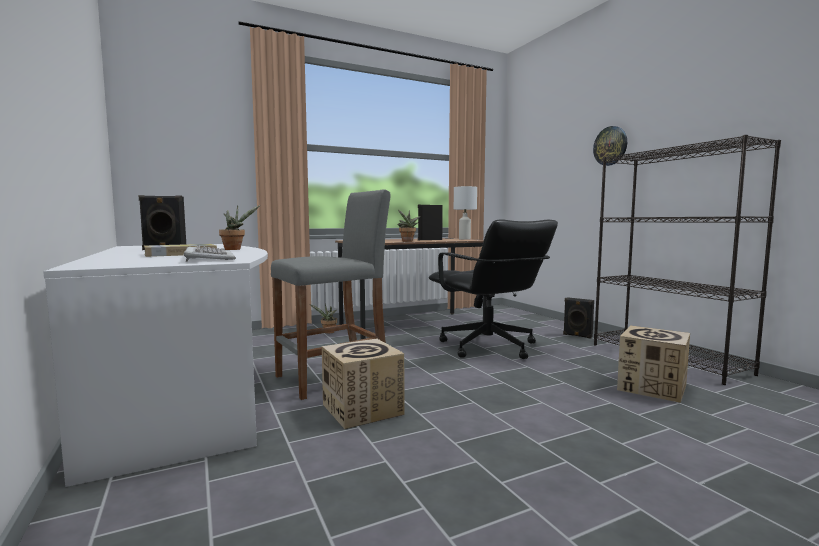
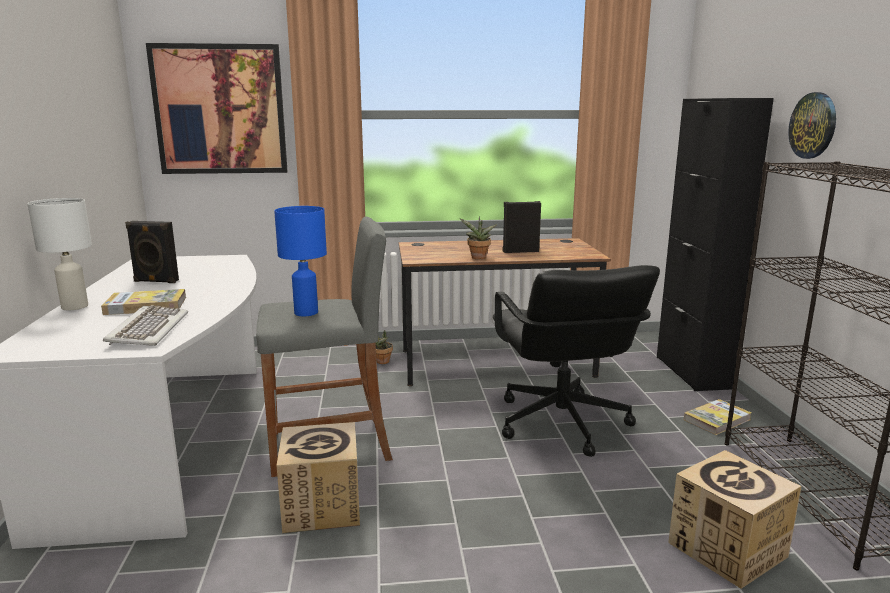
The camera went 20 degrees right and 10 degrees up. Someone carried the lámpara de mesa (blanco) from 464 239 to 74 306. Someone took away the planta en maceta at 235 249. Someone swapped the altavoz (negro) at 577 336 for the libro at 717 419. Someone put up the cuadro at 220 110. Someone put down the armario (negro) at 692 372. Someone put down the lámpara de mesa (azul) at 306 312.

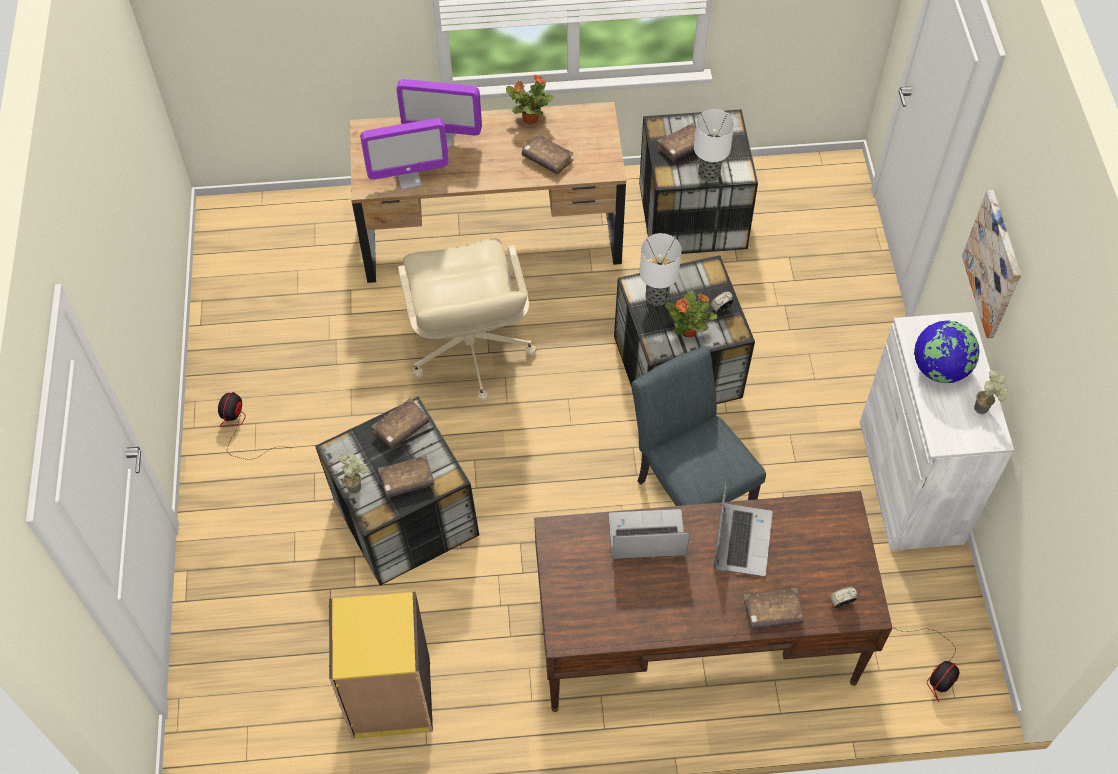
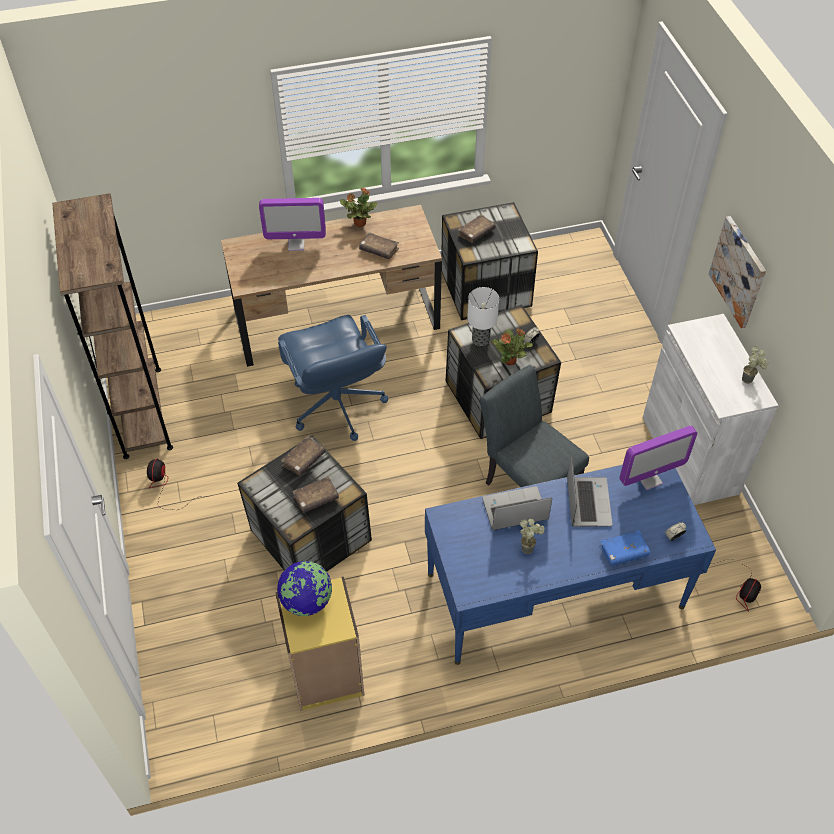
The camera went 10 degrees left and 5 degrees down. Someone took away the lámpara de mesa at 709 173. Someone carried the monitor from 409 179 to 649 479. Someone repainted the silla de oficina (beis) at 470 351, which became the silla de oficina (azul) at 336 406. Someone carried the globo terráqueo from 940 369 to 307 601. Someone carried the planta en maceta from 358 486 to 529 547. Someone repainted the escritorio (marrón) at 696 636, which became the escritorio (azul) at 555 590. Someone repainted the libro (marrón) at 772 613, which became the libro (azul) at 623 552. Someone put down the estantería (marrón) at 142 412.

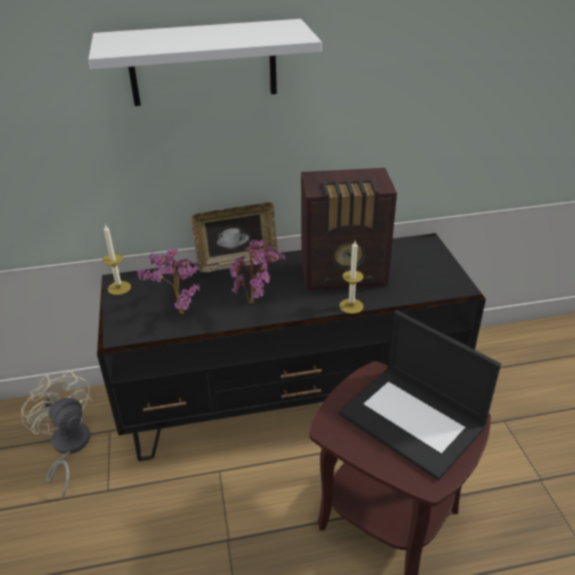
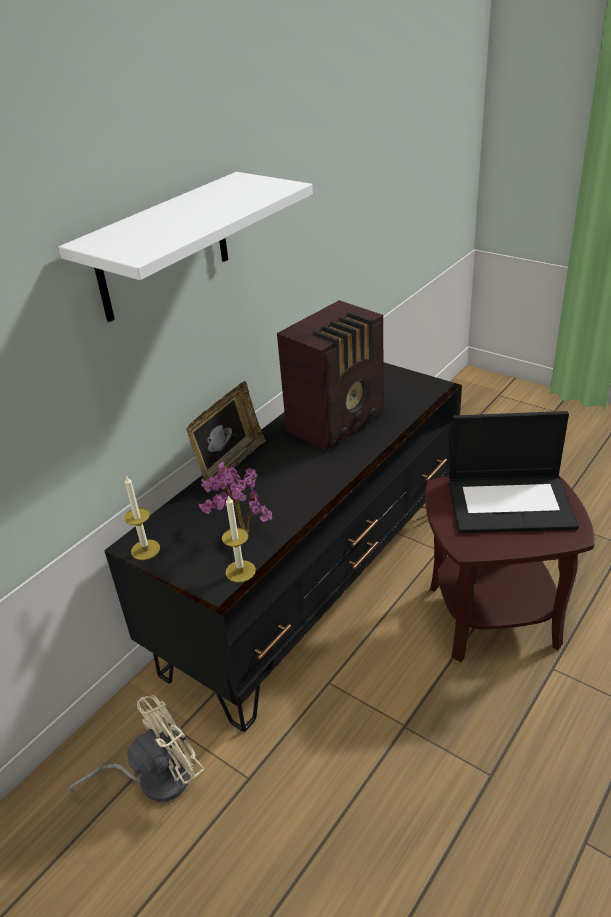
The camera went 40 degrees left and 0 degrees up. Someone took away the planta en maceta at 256 302. Someone carried the vela from 351 306 to 240 571. Someone rotated the ventilador (beis) at 68 448 by 135 degrees clockwise.

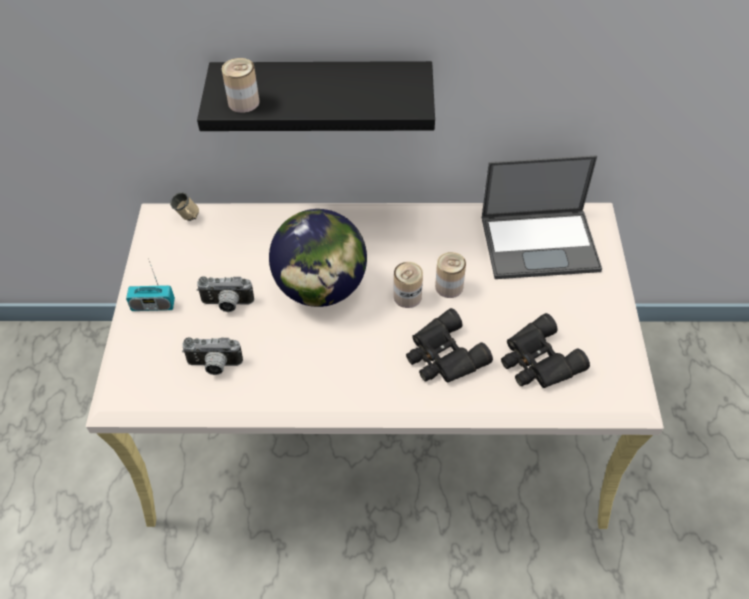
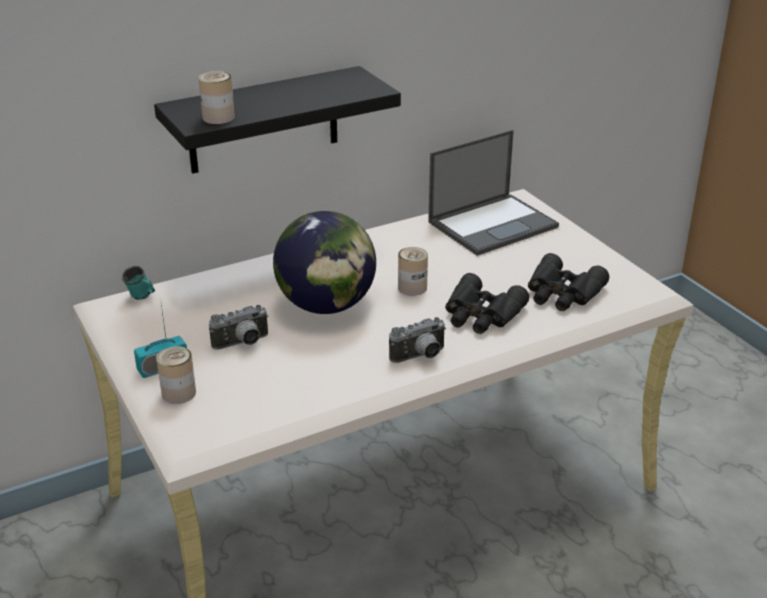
The camera went 30 degrees left and 20 degrees down. Someone repainted the taza grande (beis) at 189 218, which became the taza grande (turquesa) at 142 297. Someone carried the lata from 449 287 to 179 393. Someone carried the cámara from 214 366 to 420 357.

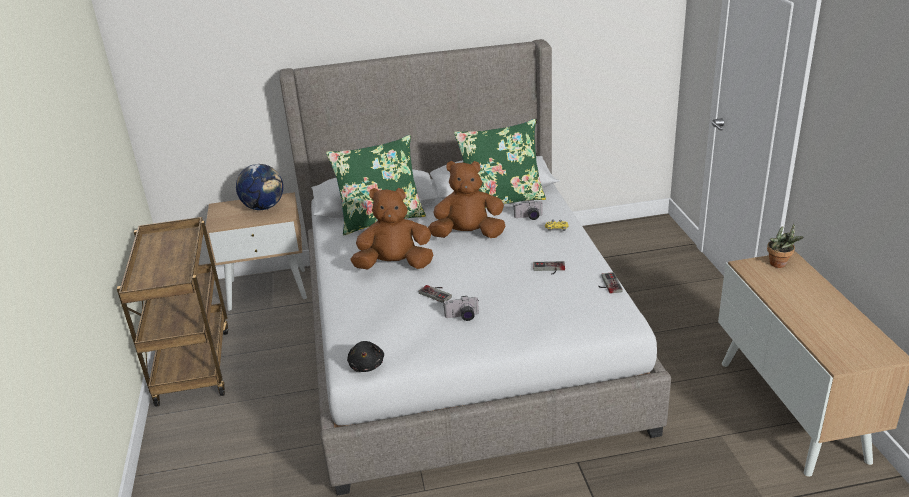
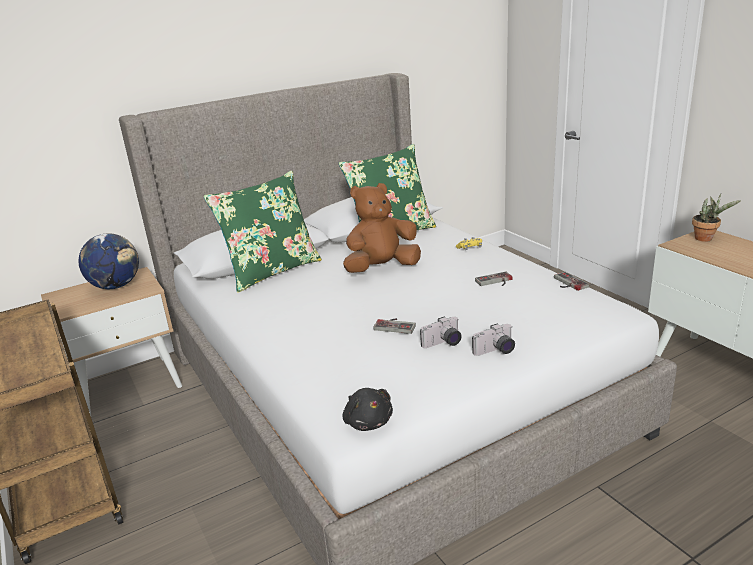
The camera went 20 degrees left and 5 degrees down. Someone took away the peluche (marrón) at 395 265. Someone carried the cámara from 529 217 to 496 351.

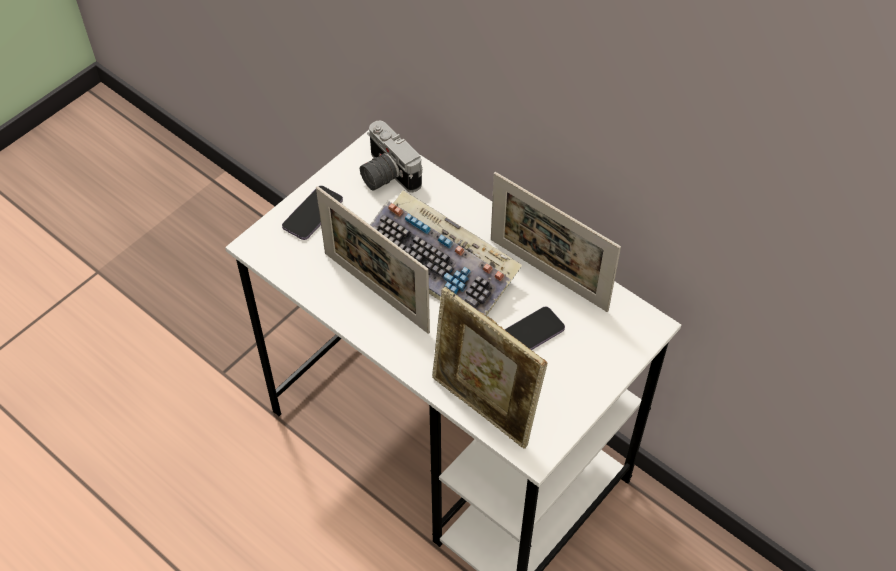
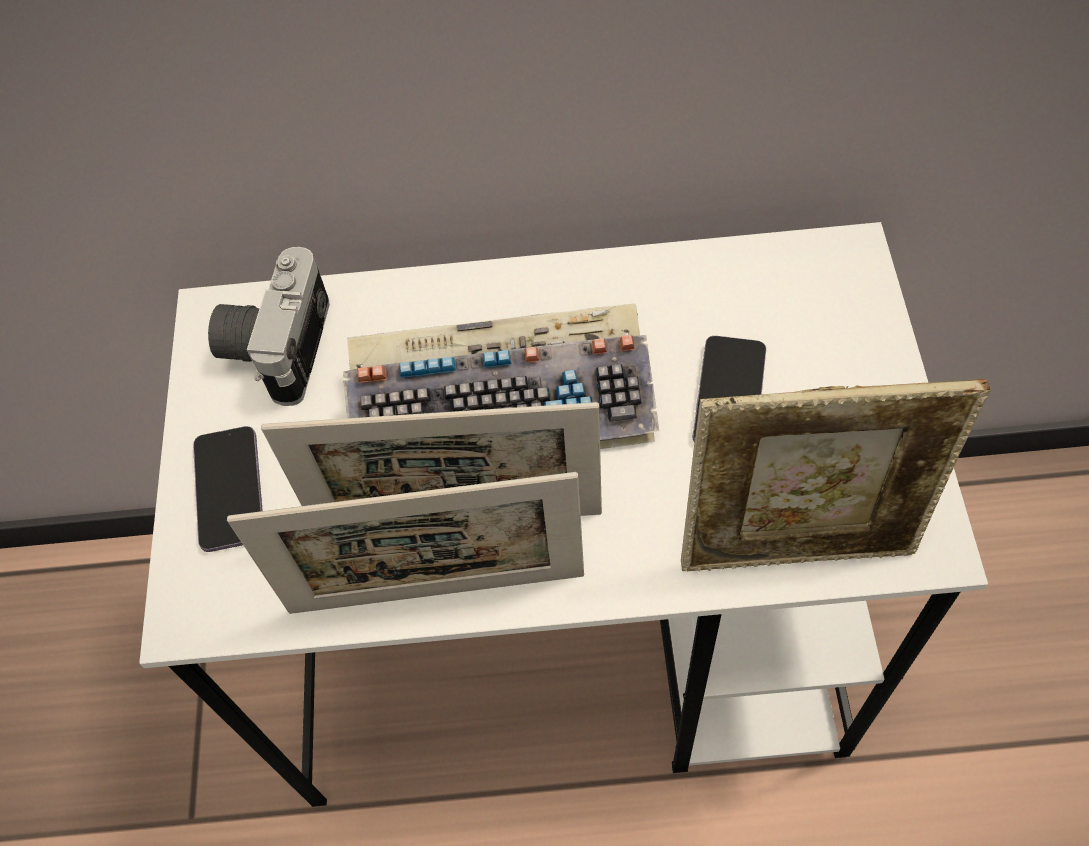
The camera went 40 degrees left and 5 degrees up. Someone rotated the cámara at 385 175 by 90 degrees clockwise. Someone carried the portarretratos from 548 274 to 436 592.

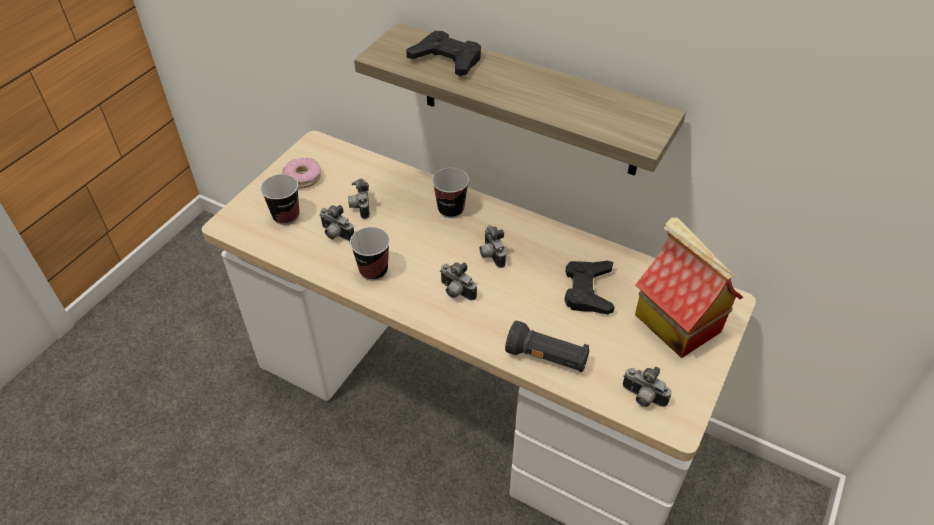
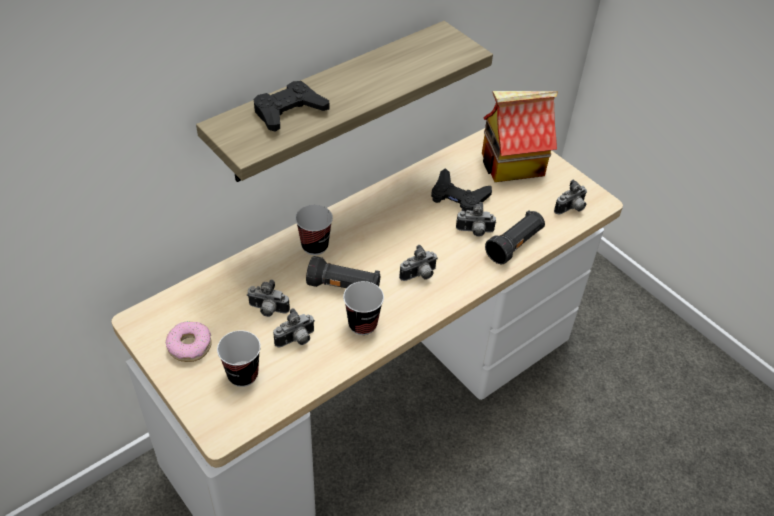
The camera went 70 degrees left and 0 degrees up. Someone carried the cámara from 490 255 to 474 232. Someone put down the linterna (negro) at 344 287.

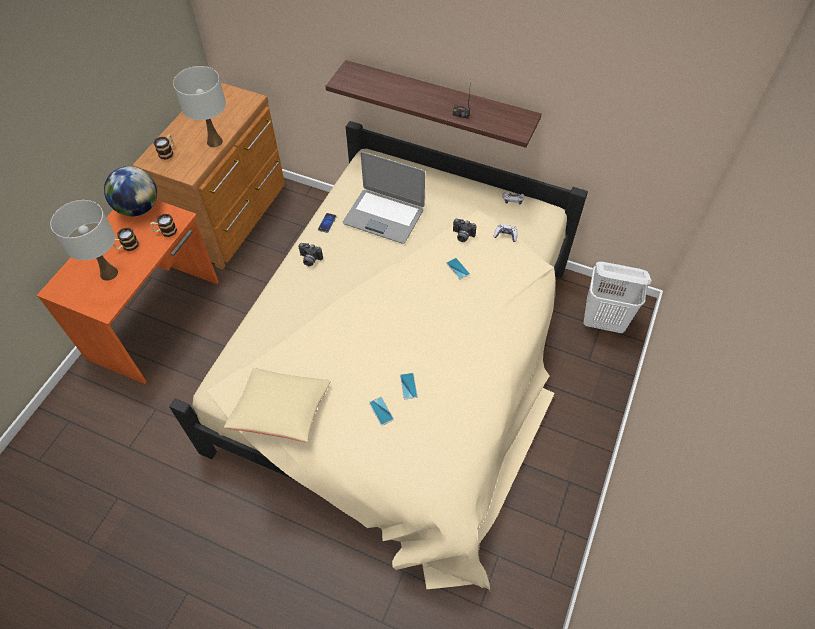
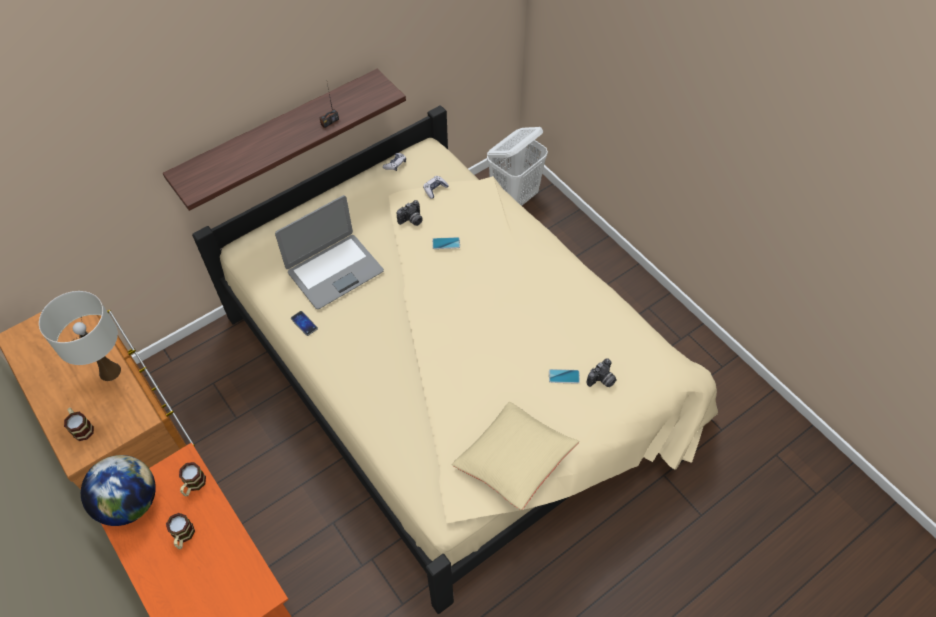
The camera went 60 degrees left and 0 degrees up. Someone took away the lámpara de mesa (blanco) at 109 273. Someone carried the cámara from 310 260 to 602 380. Someone took away the móvil at 408 386.

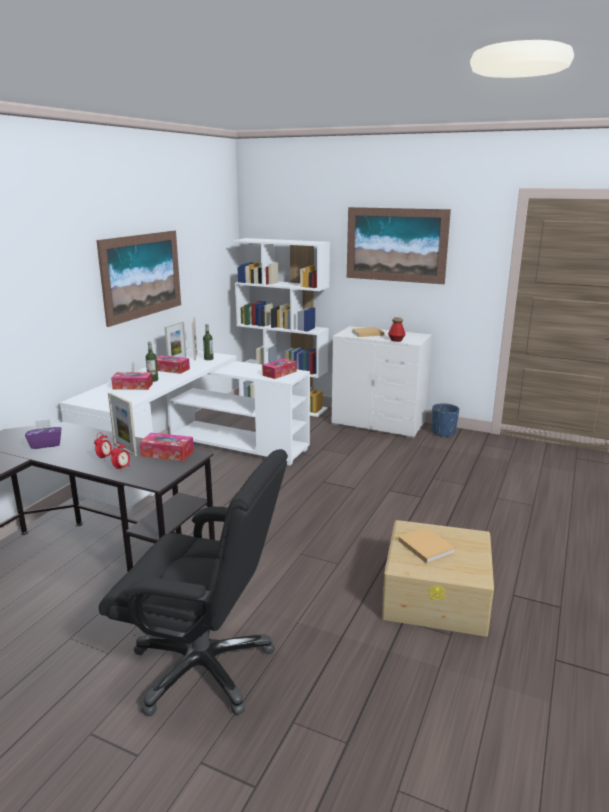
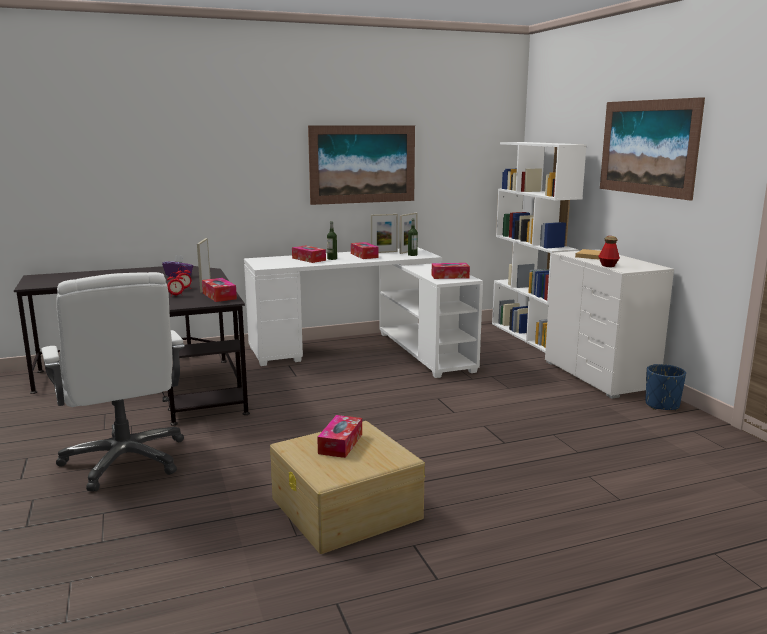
The camera went 45 degrees right and 5 degrees down. Someone repainted the silla de oficina (negro) at 204 667, which became the silla de oficina (blanco) at 126 460. Someone swapped the libro (beis) at 425 546 for the caja de pañuelos at 340 444.

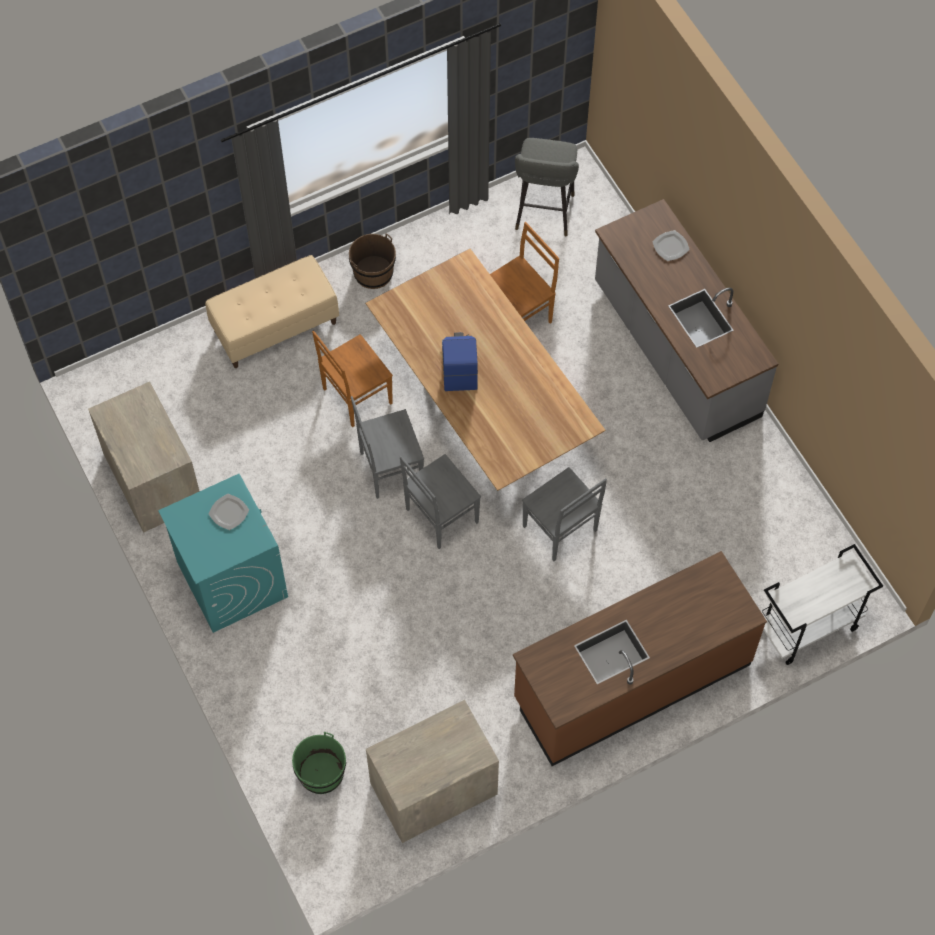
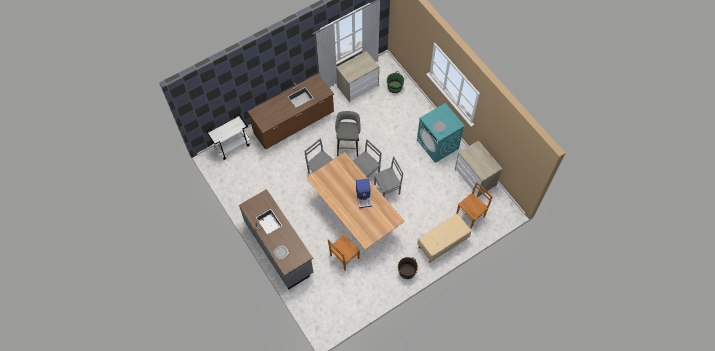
The camera went 175 degrees right and 0 degrees up. Someone carried the taburete (gris) from 544 215 to 348 146. Someone carried the silla (marrón) from 355 397 to 471 215.

